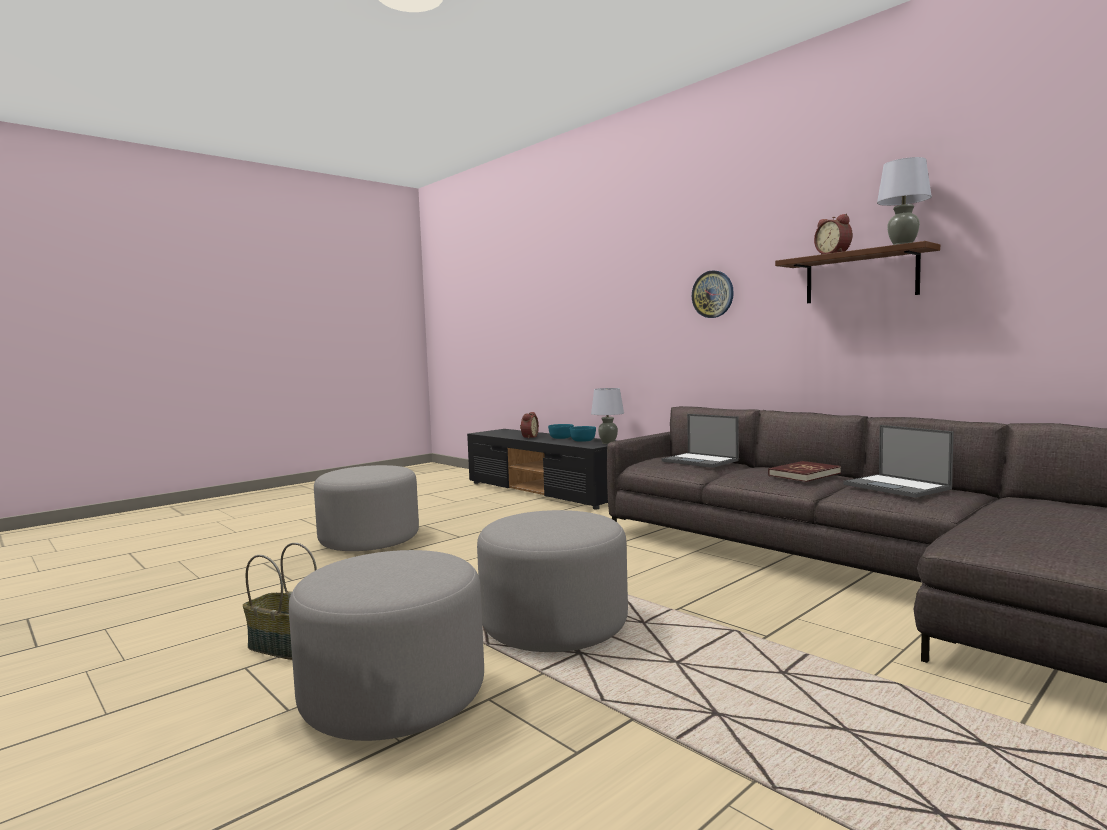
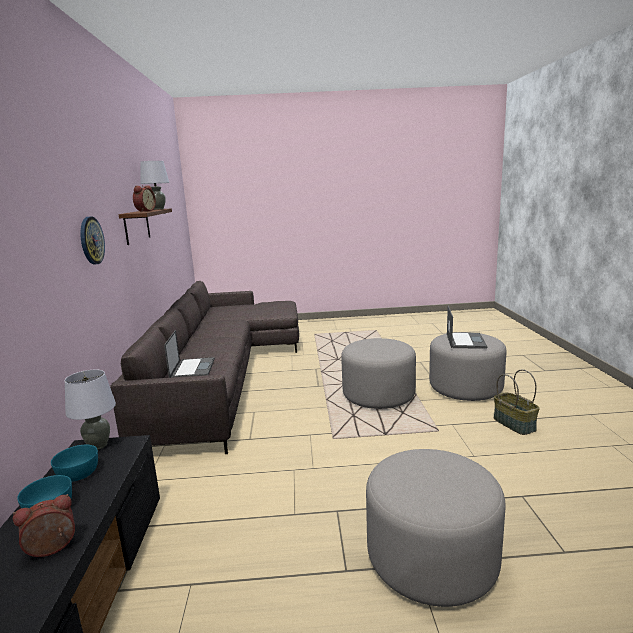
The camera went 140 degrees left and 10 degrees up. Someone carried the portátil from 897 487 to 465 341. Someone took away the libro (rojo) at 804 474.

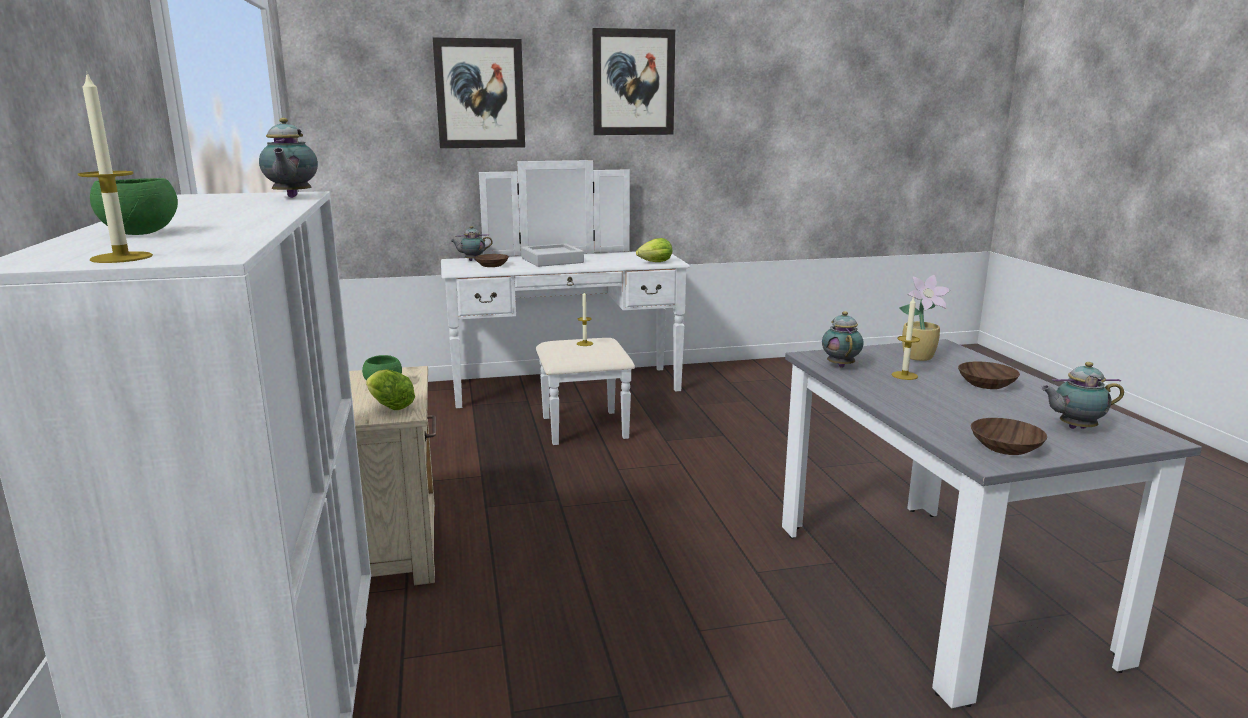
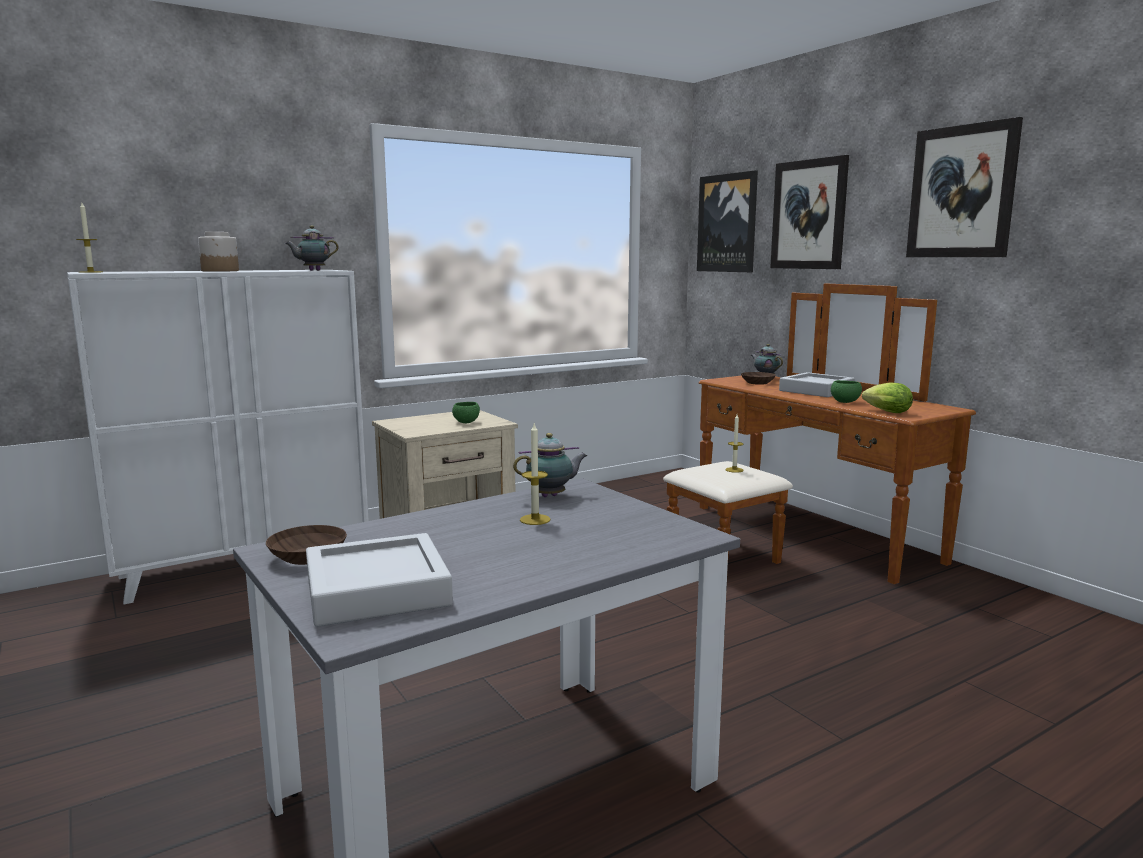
The camera went 70 degrees right and 5 degrees down. Someone repainted the cómoda (blanco) at 571 395, which became the cómoda (marrón) at 794 539. Someone carried the cuenco (verde) from 141 233 to 845 402. Someone took away the planta en maceta at 920 357. Someone took away the cuenco (marrón) at 987 384. Someone swapped the tetera at 1074 428 for the bandeja (gris) at 377 590. Someone took away the lechuga at 388 406. Someone put up the cuadro at 727 223. Someone put down the tarro at 220 271.

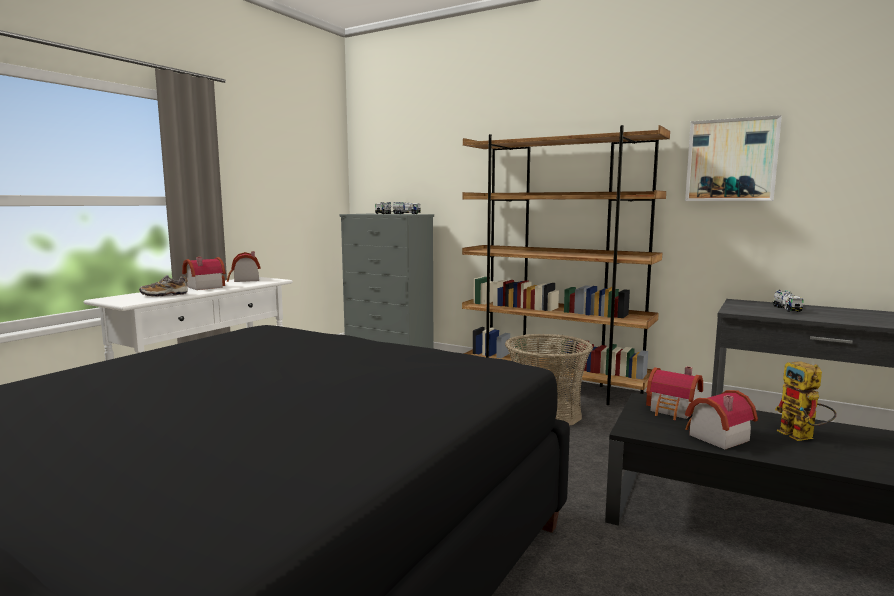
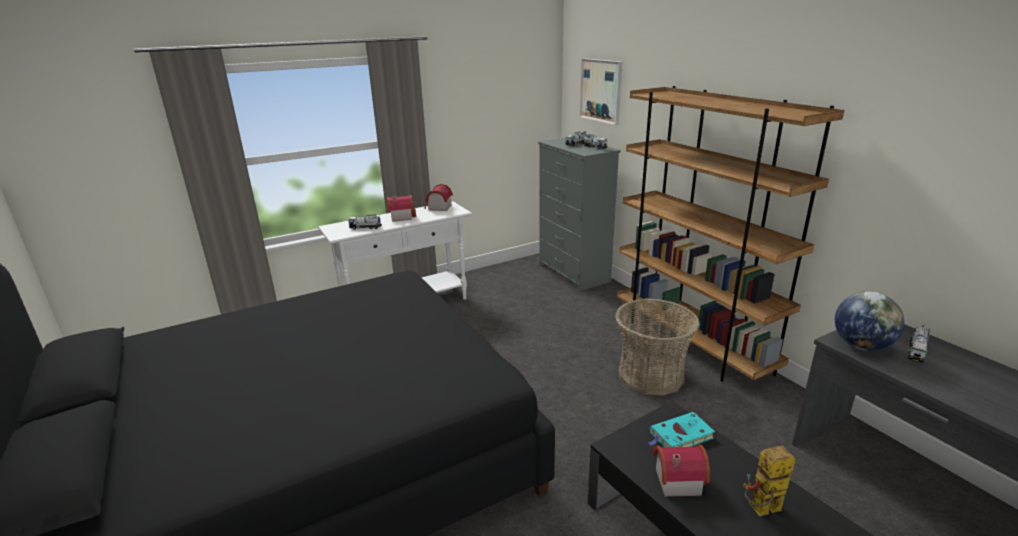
The camera went 30 degrees right and 15 degrees up. Someone carried the cuadro from 731 160 to 601 90. Someone swapped the zapato at 164 295 for the camión de juguete at 365 227. Someone rotated the robot de juguete at 803 437 by 60 degrees clockwise. Someone swapped the casita at 673 411 for the libro (turquesa) at 680 436. Someone put down the globo terráqueo at 861 346.

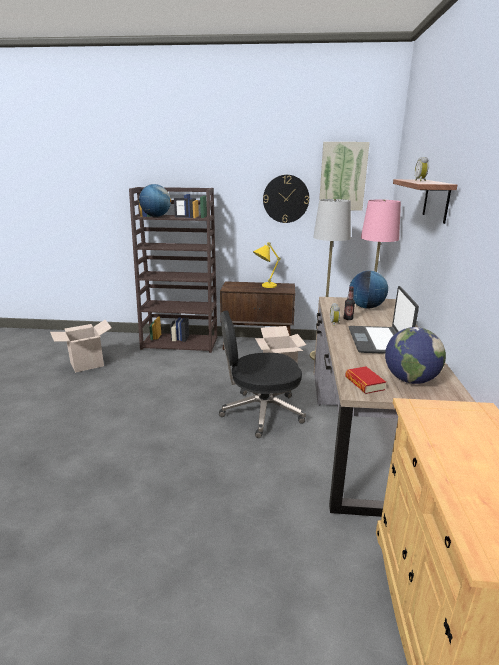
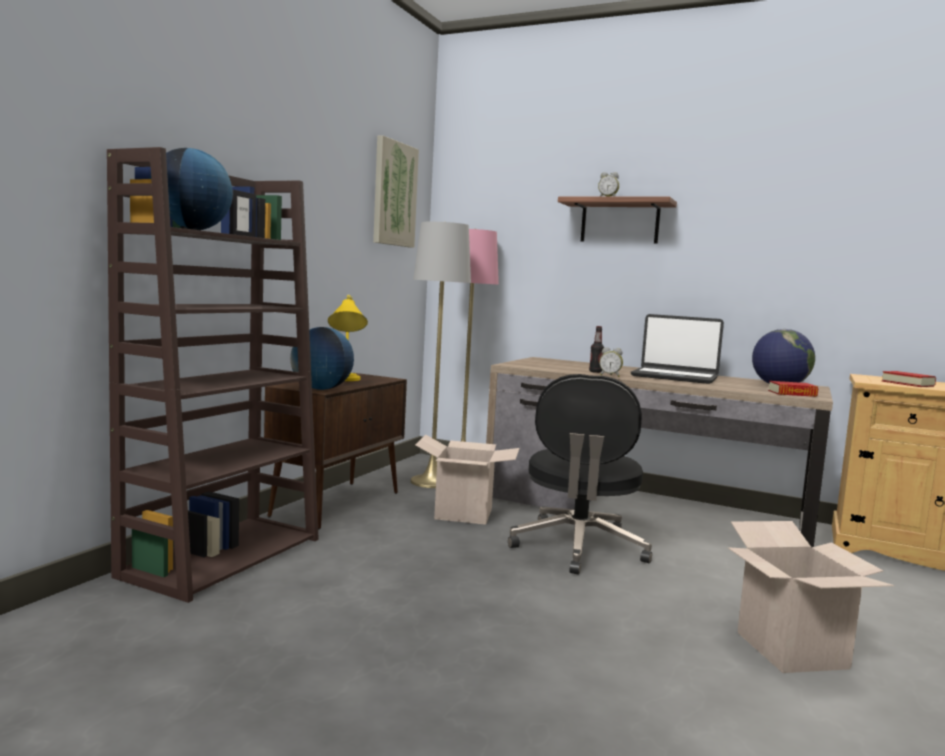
The camera went 70 degrees left and 15 degrees down. Someone took away the reloj de pared at 286 199. Someone carried the globo terráqueo from 366 307 to 321 389. Someone carried the caja de cartón from 87 364 to 791 650. Someone put down the libro at 907 384.

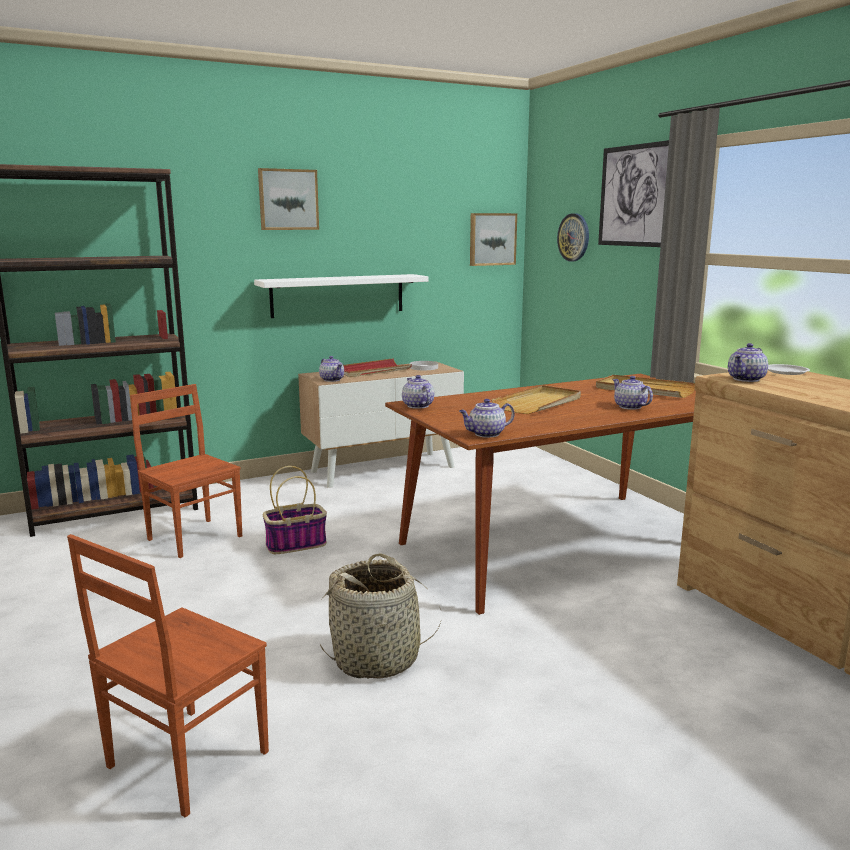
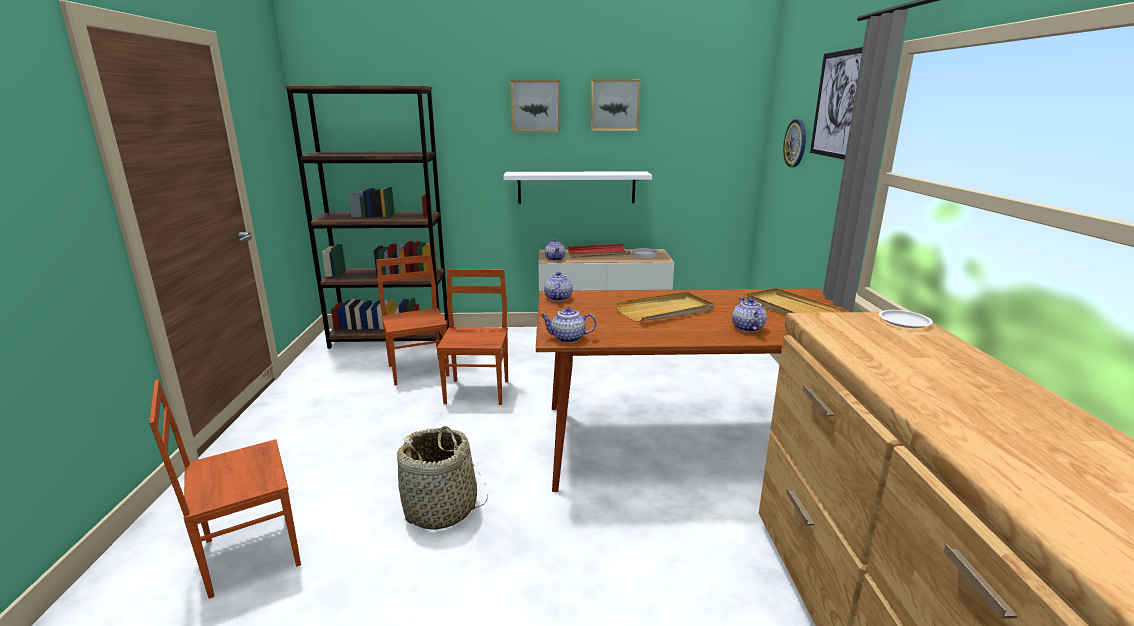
The camera went 25 degrees right and 5 degrees up. Someone carried the cuadro from 492 239 to 614 105. Someone took away the tetera at 746 379. Someone swapped the cesta at 296 544 for the silla (marrón) at 478 391.

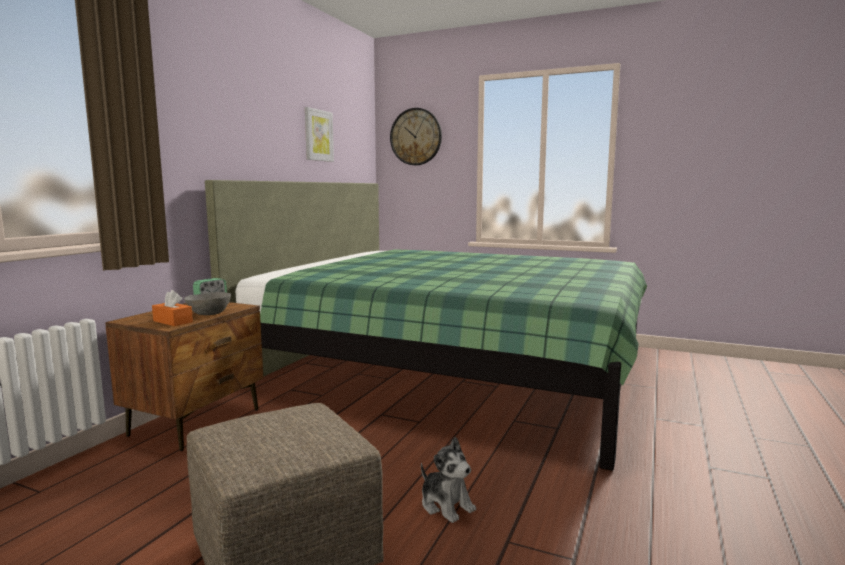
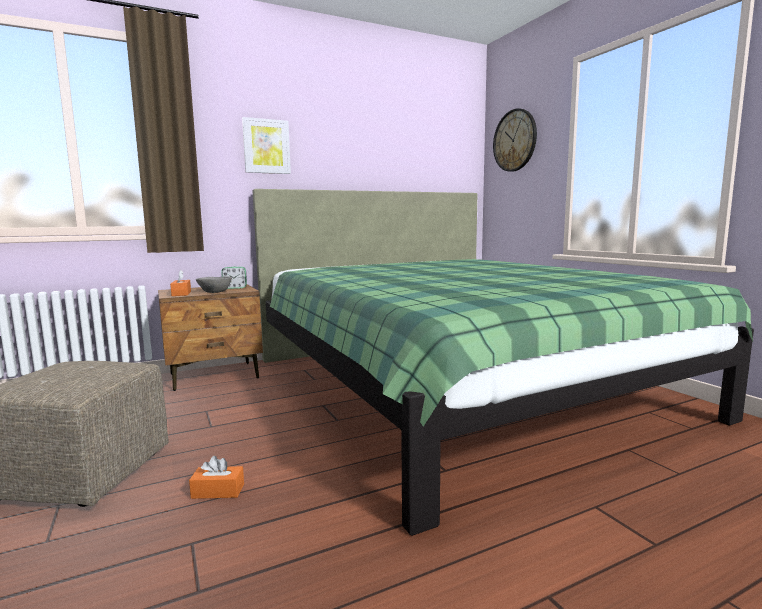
The camera went 40 degrees right and 0 degrees up. Someone carried the cuadro from 318 135 to 266 146. Someone swapped the peluche at 446 505 for the caja de pañuelos (naranja) at 218 491.

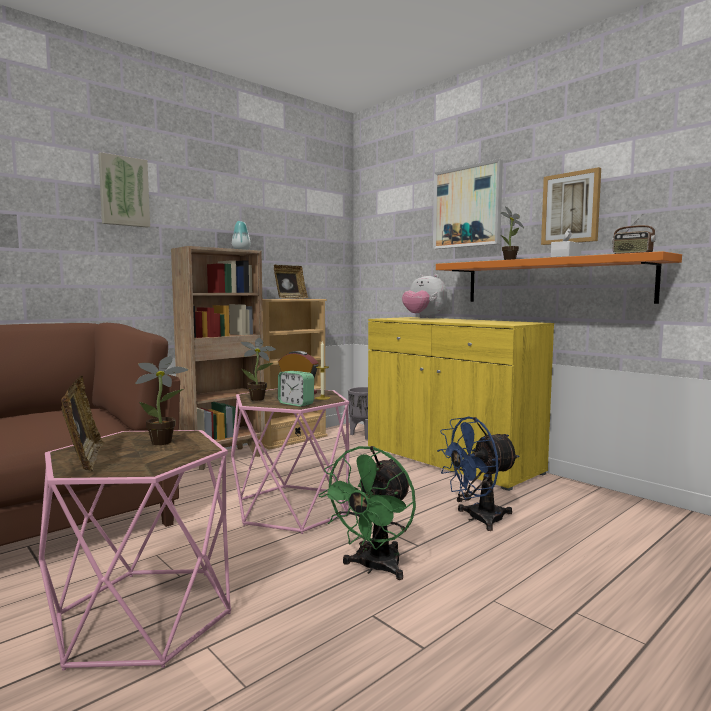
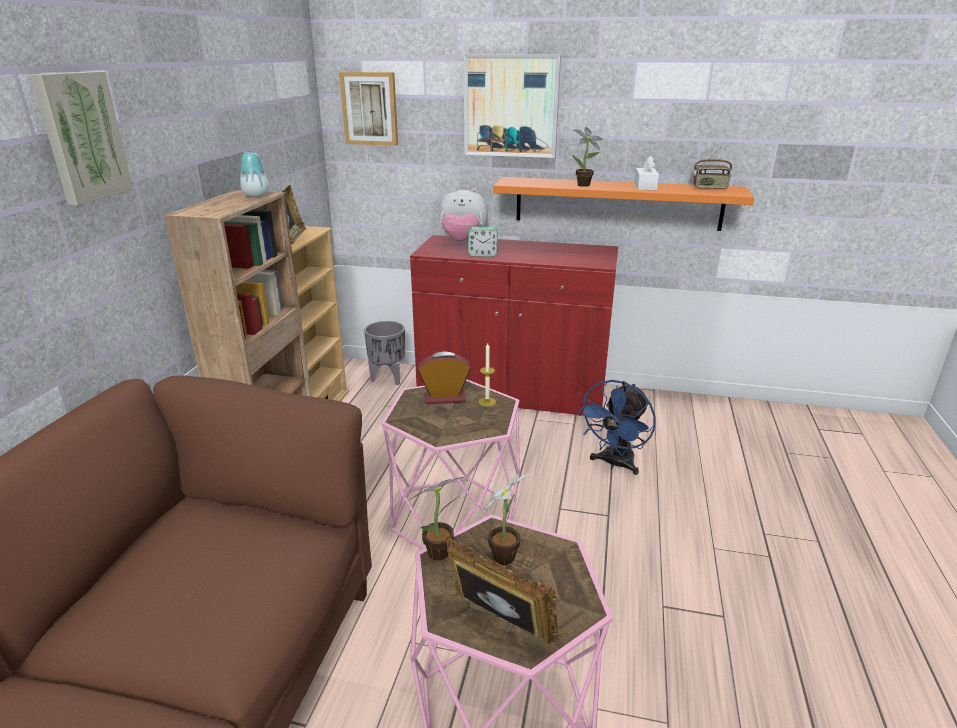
The camera went 35 degrees left and 20 degrees up. Someone carried the cuadro from 571 208 to 370 109. Someone repainted the armario (amarillo) at 450 460, which became the armario (rojo) at 512 392. Someone carried the planta en maceta from 259 399 to 442 552. Someone carried the despertador from 296 404 to 482 254. Someone took away the ventilador (verde) at 374 568.

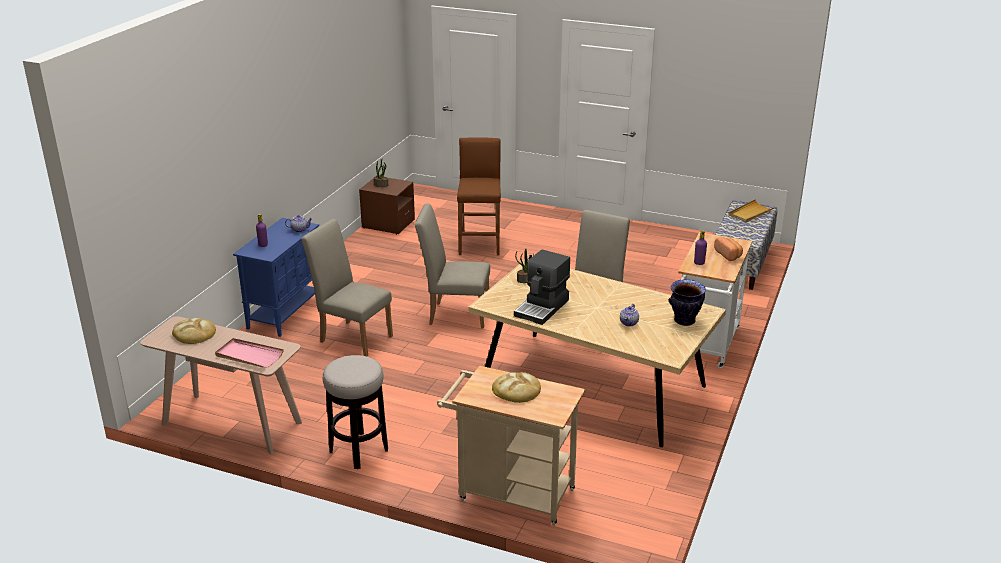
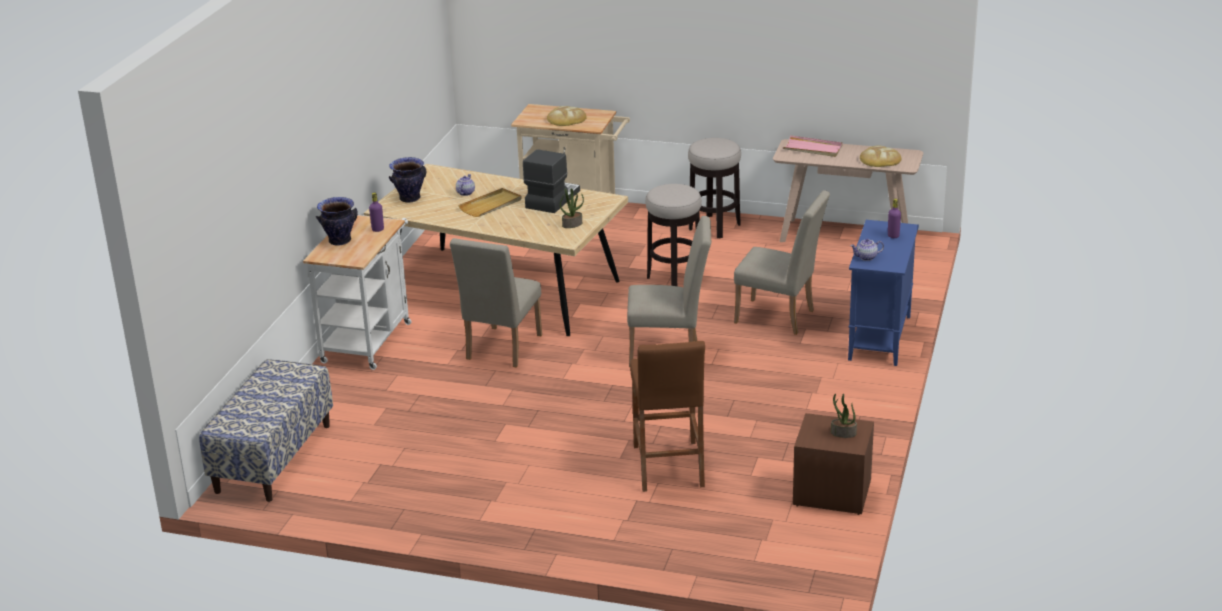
The camera went 175 degrees right and 0 degrees up. Someone carried the bandeja (beis) from 750 213 to 491 205. Someone swapped the pan at 728 255 for the florero at 339 241. Someone put down the taburete at 674 277.

